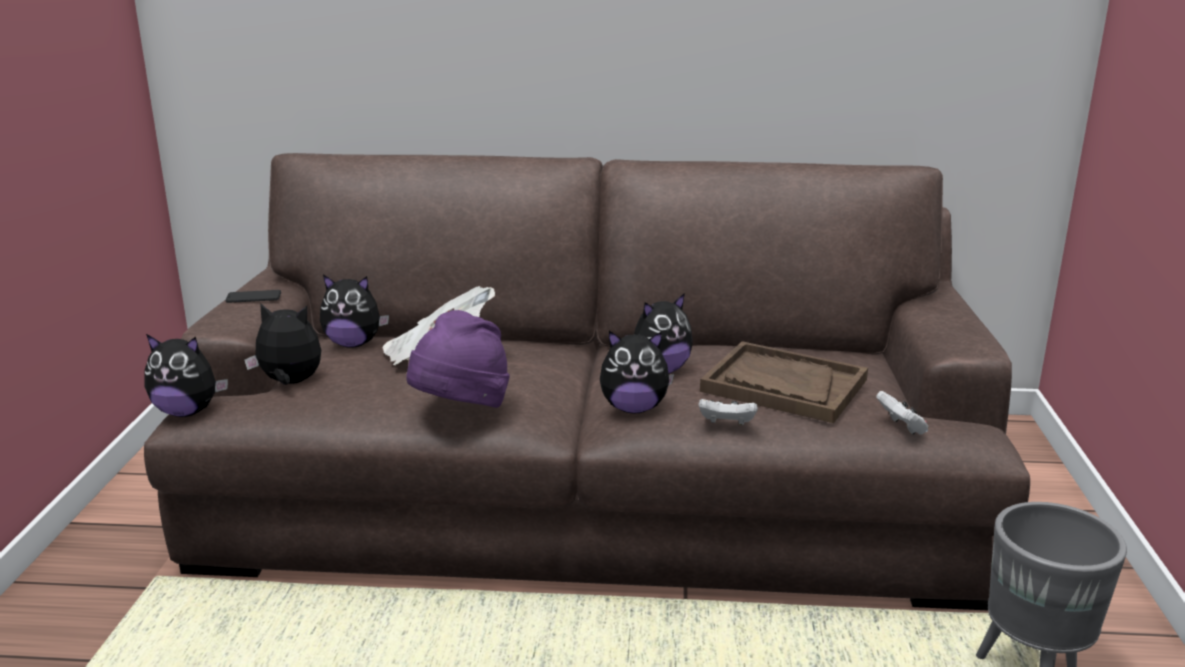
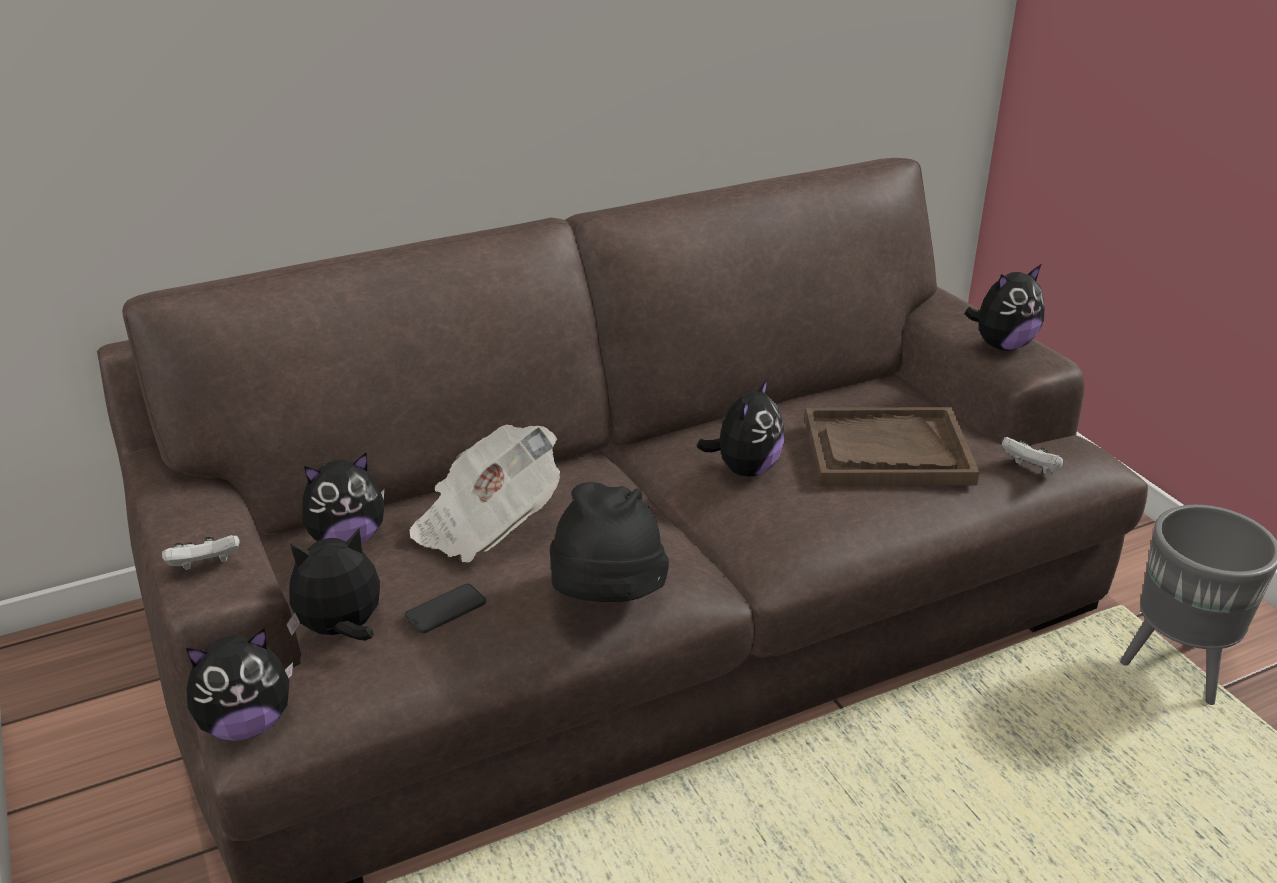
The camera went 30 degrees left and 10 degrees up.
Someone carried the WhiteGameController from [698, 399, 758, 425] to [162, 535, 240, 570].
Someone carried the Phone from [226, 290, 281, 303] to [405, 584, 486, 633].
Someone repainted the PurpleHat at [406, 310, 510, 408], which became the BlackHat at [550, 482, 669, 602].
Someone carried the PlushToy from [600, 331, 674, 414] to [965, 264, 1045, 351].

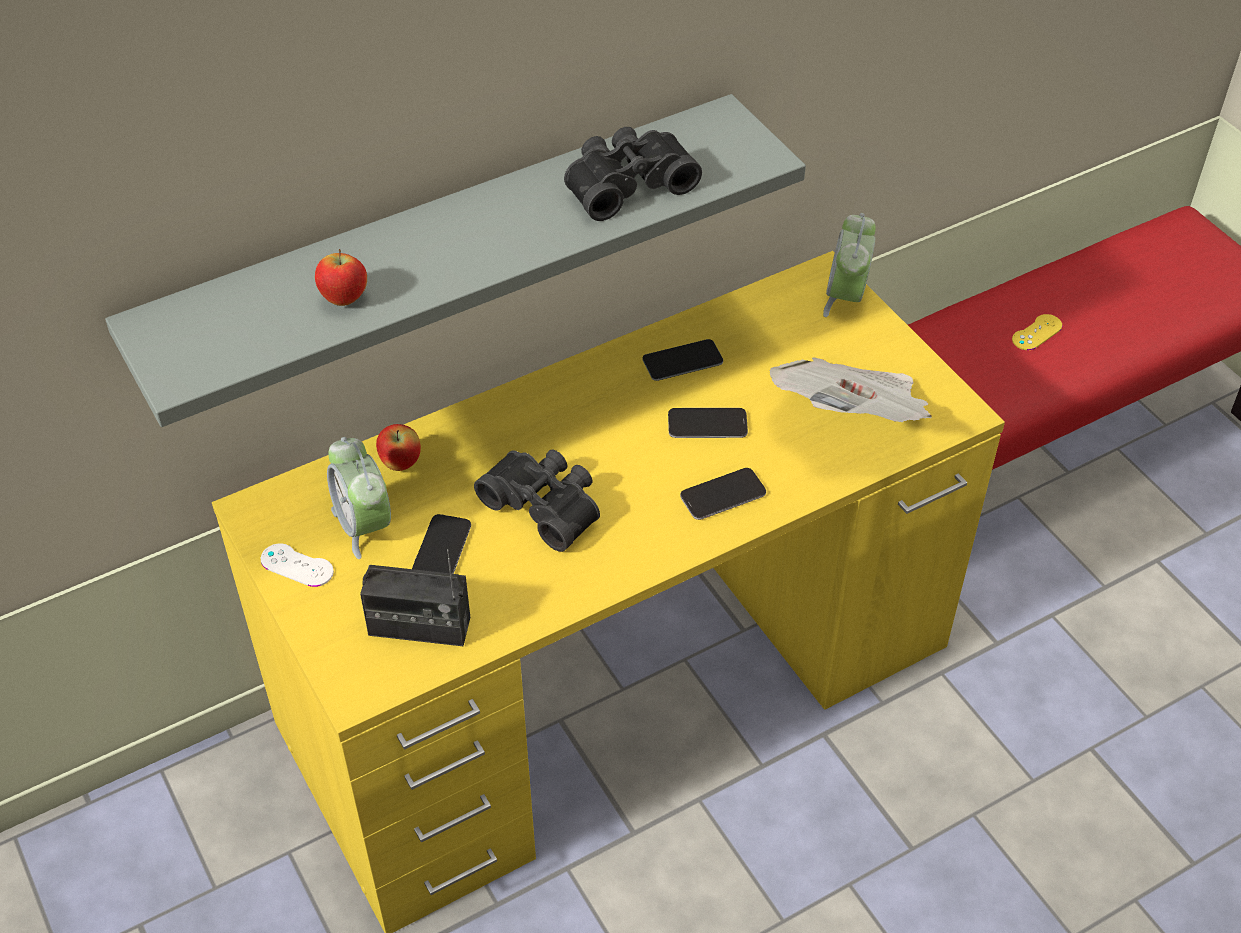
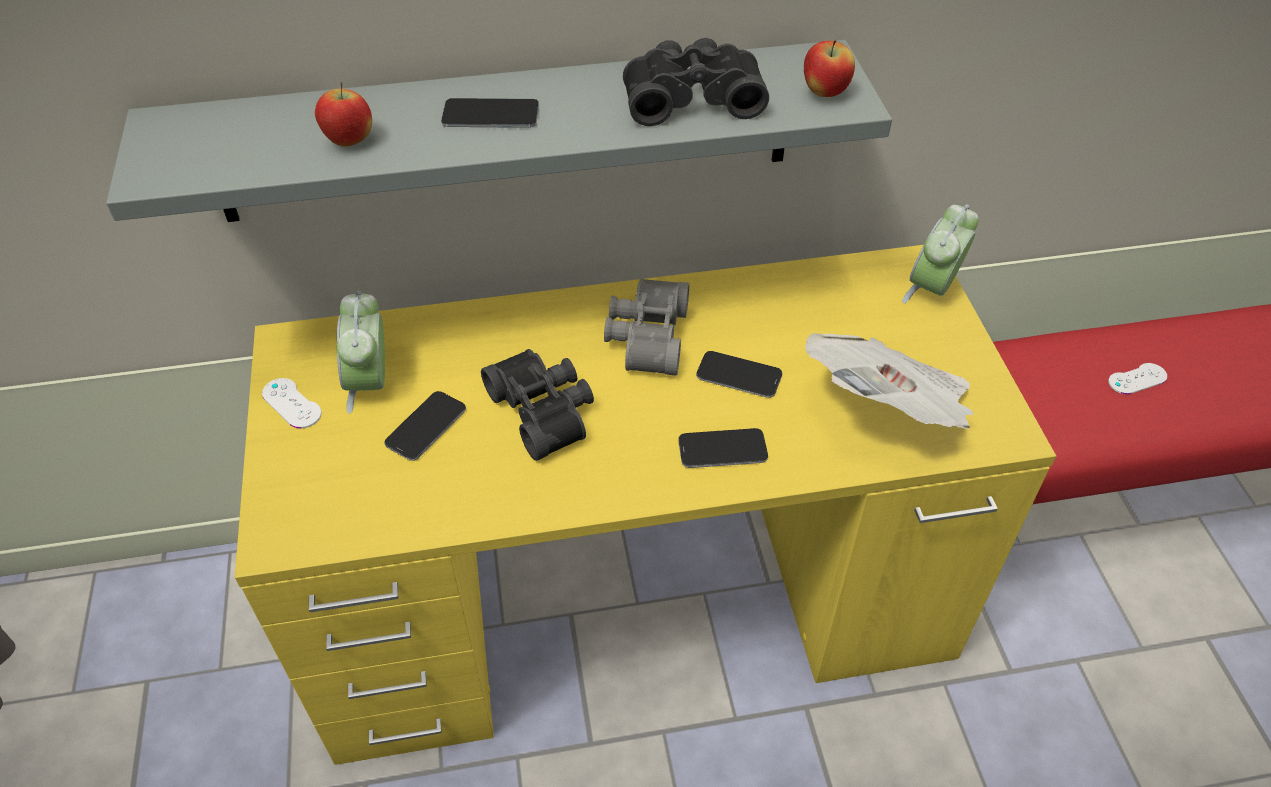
The camera went 20 degrees right and 0 degrees up.
Someone carried the Phone from [643, 339, 723, 381] to [441, 98, 539, 128].
Someone put down the GreyBinoculars at [604, 278, 689, 376].
Someone carried the Apple from [376, 424, 421, 471] to [804, 40, 855, 97].
Someone repainted the YellowGameController at [1012, 314, 1062, 350], which became the WhiteGameController at [1108, 363, 1167, 394].
Someone took away the Radio at [360, 549, 470, 646].

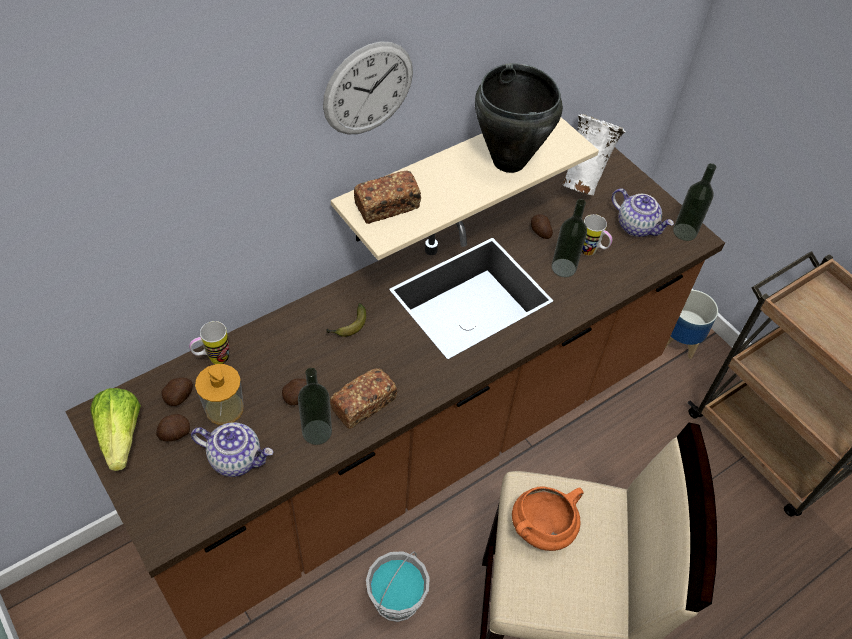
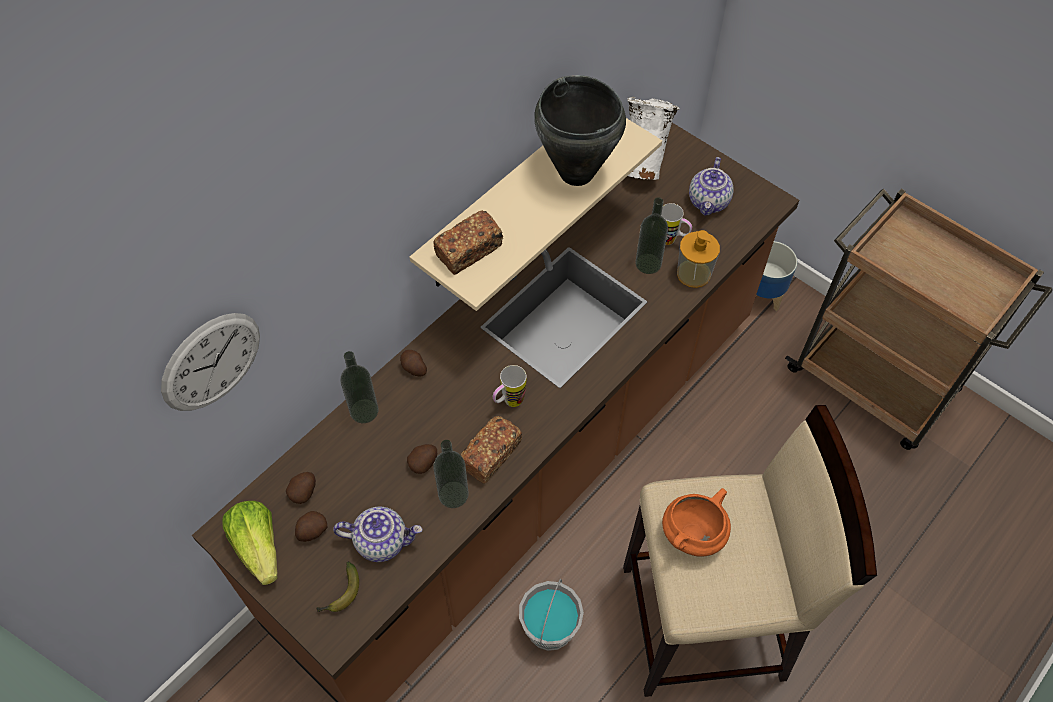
The camera went 10 degrees left and 5 degrees up.
Someone carried the WallClock from [323, 41, 413, 134] to [161, 313, 260, 411].
Someone carried the Banana from [326, 303, 366, 337] to [317, 562, 359, 612].
Someone carried the Bottle from [673, 163, 716, 241] to [340, 351, 379, 423].
Someone carried the Potato from [531, 214, 553, 239] to [400, 350, 427, 377].
Someone carried the Mug from [189, 321, 229, 364] to [493, 365, 527, 407].
Someone carried the SoapDispenser from [195, 364, 244, 425] to [677, 230, 720, 288].
Someone rotated the Teapot at [612, 188, 674, 237] by 75 degrees clockwise.

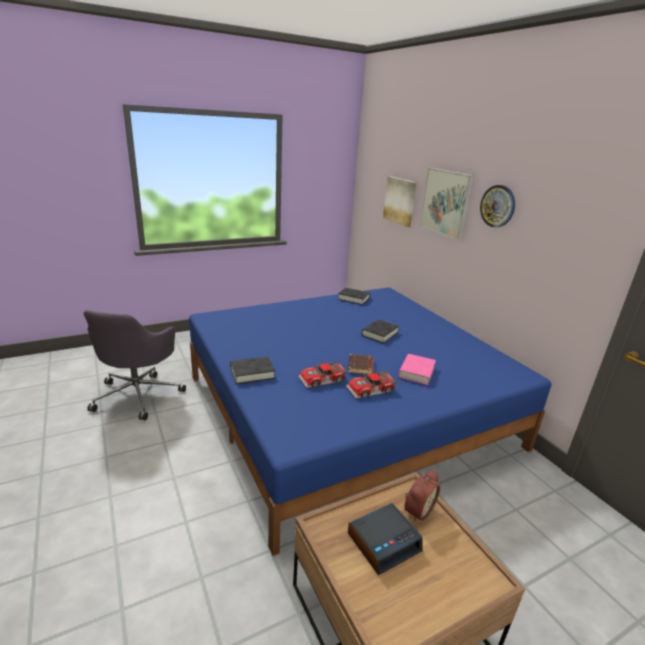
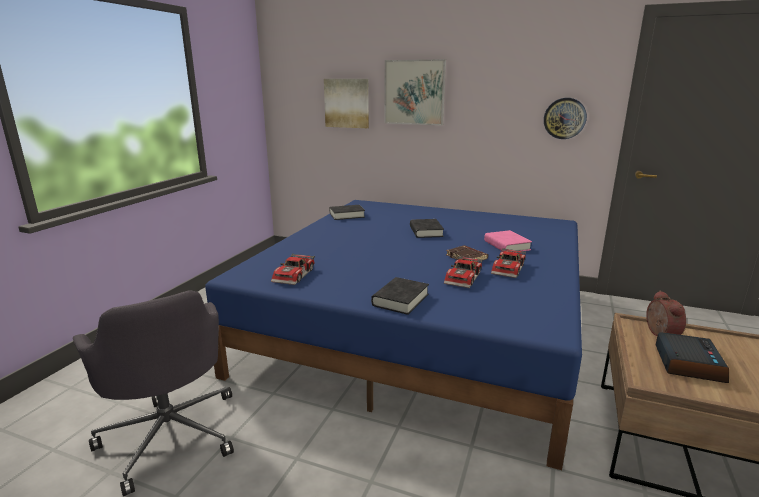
The camera went 40 degrees left and 5 degrees down.
Someone put down the ToyCar at [271, 253, 315, 285].
Someone carried the WallClock from [480, 185, 515, 227] to [544, 98, 587, 139].

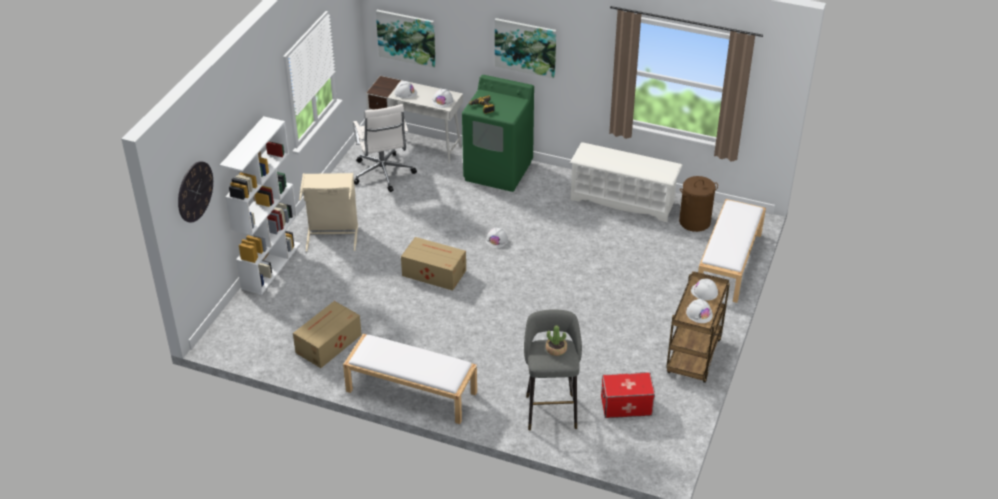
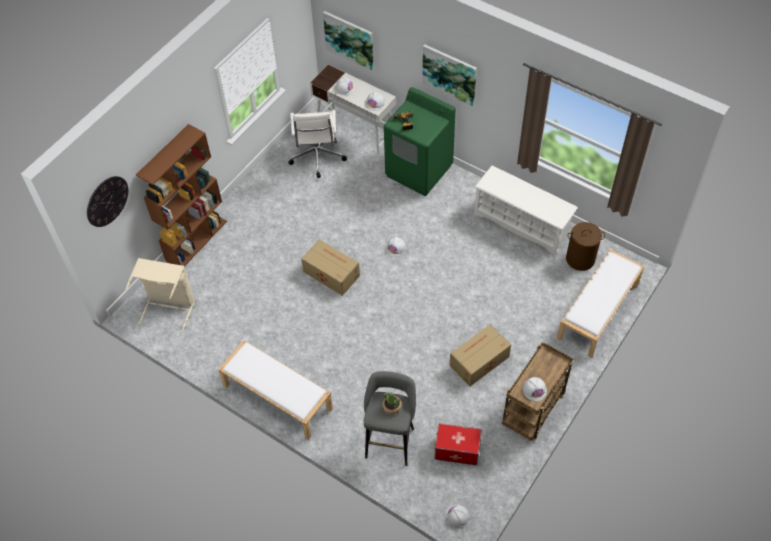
The camera went 15 degrees right and 15 degrees up.
Someone carried the BeigeLaundryBasket from [299, 173, 358, 252] to [125, 258, 195, 332].
Someone repainted the WhiteBookcase at [220, 116, 301, 295], which became the BrownBookcase at [136, 124, 227, 266].
Someone carried the WhiteHardHat from [691, 279, 718, 300] to [445, 504, 470, 528].
Someone carried the CardboardBox from [293, 301, 362, 368] to [449, 324, 511, 386].

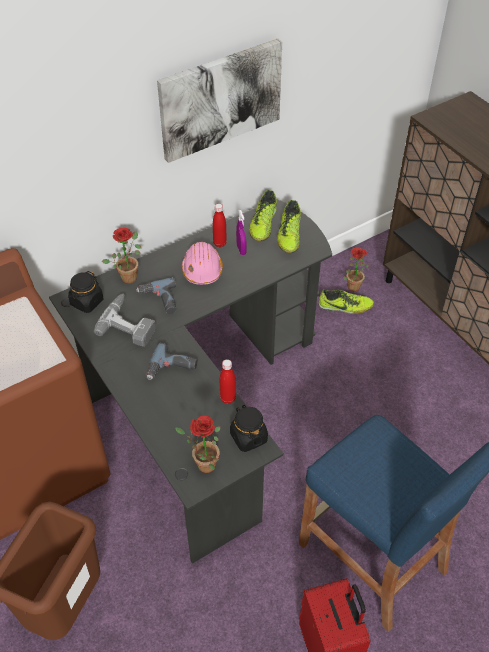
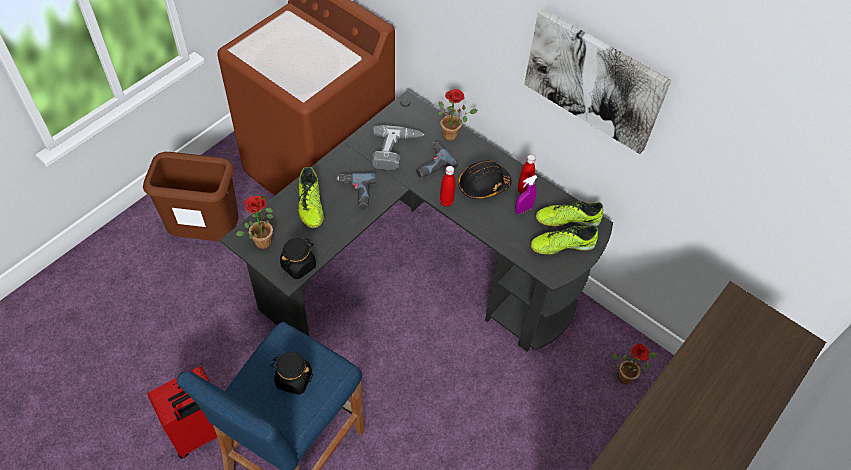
The camera went 70 degrees right and 5 degrees up.
Someone carried the BlackJar from [68, 271, 103, 313] to [270, 352, 313, 395].
Someone carried the Shoe from [319, 289, 374, 314] to [298, 167, 324, 228].
Someone carried the RedBottle from [220, 359, 236, 404] to [440, 166, 456, 207].
Someone repainted the PinkHardHat at [182, 242, 223, 285], which became the BlackHardHat at [458, 160, 511, 199].

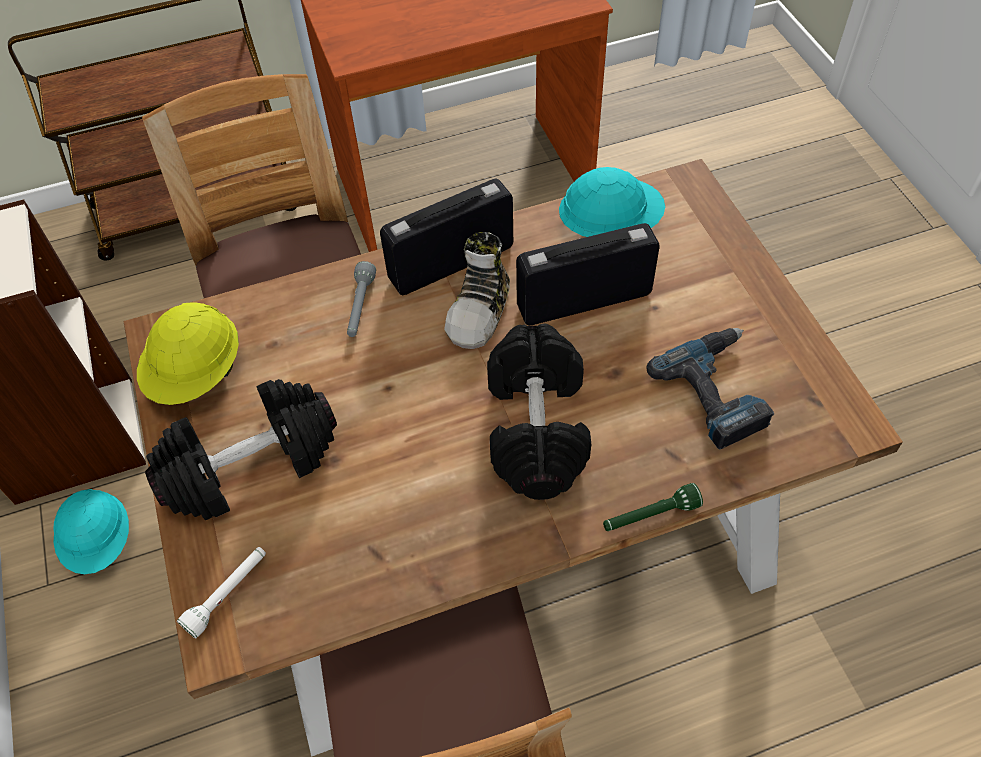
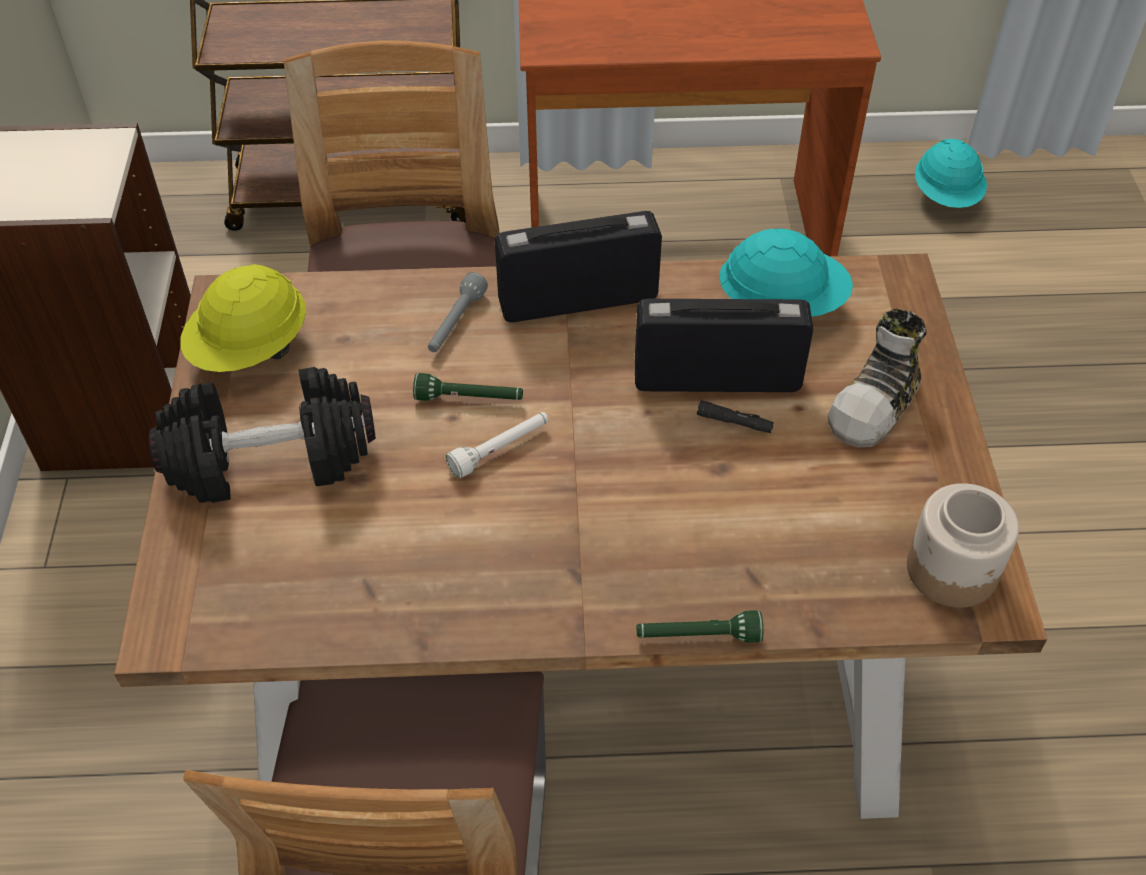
The camera went 15 degrees right and 5 degrees down.
Someone put down the GreenFlashlight at [413, 373, 523, 401].
Someone carried the WhiteFlashlight from [177, 547, 266, 639] to [446, 412, 549, 479].
Someone put down the BlackFlashlight at [697, 400, 774, 433].
Someone carried the Shoe from [444, 232, 510, 349] to [828, 309, 926, 447].
Someone put down the Jar at [907, 483, 1019, 608].
Someone carried the TurquoiseHardHat from [53, 489, 129, 574] to [915, 139, 987, 208].
Someone took away the BlackDumbbell at [487, 323, 591, 500].
Someone took away the PowerDrill at [646, 328, 774, 449].

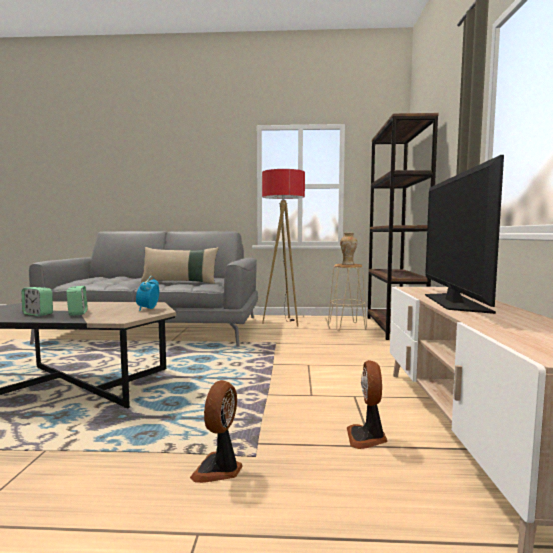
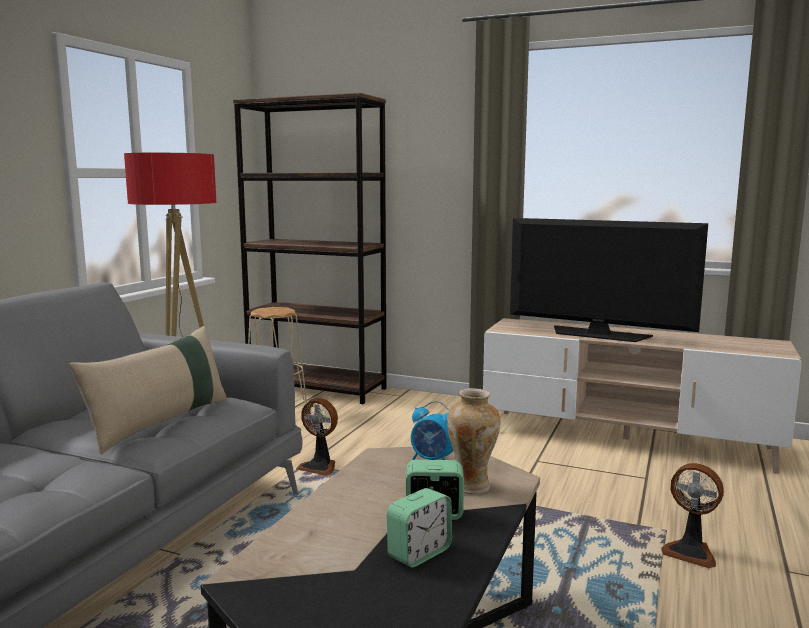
The camera went 70 degrees left and 5 degrees up.
Someone carried the Fan from [347, 360, 388, 449] to [296, 398, 338, 475].
Someone carried the Vase from [340, 233, 357, 265] to [447, 388, 501, 494].

